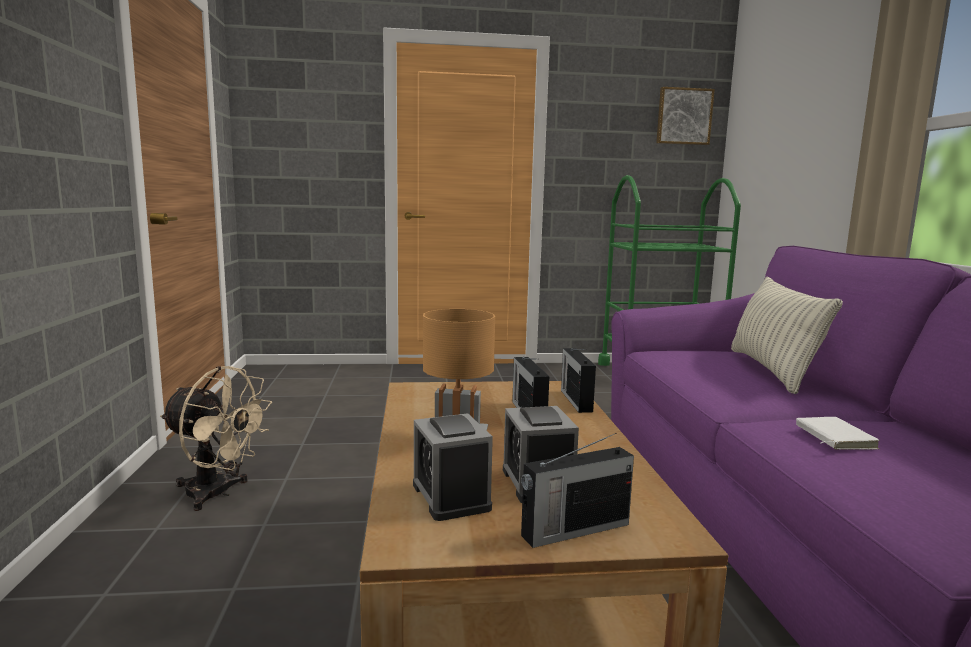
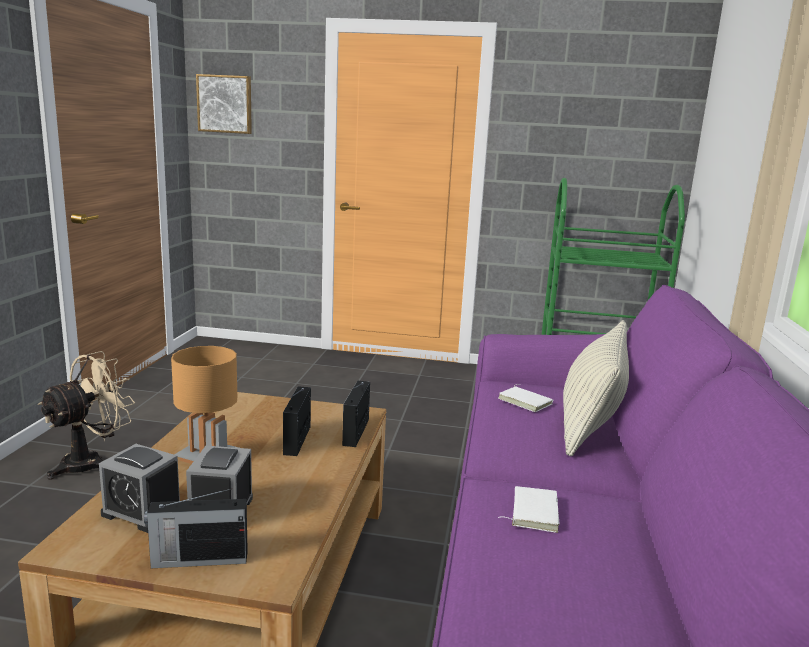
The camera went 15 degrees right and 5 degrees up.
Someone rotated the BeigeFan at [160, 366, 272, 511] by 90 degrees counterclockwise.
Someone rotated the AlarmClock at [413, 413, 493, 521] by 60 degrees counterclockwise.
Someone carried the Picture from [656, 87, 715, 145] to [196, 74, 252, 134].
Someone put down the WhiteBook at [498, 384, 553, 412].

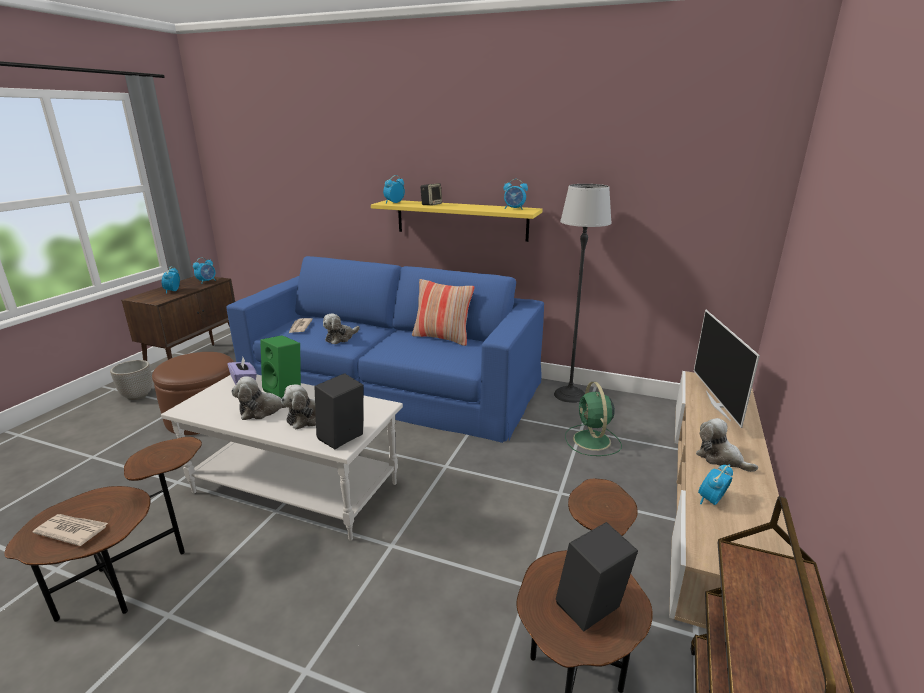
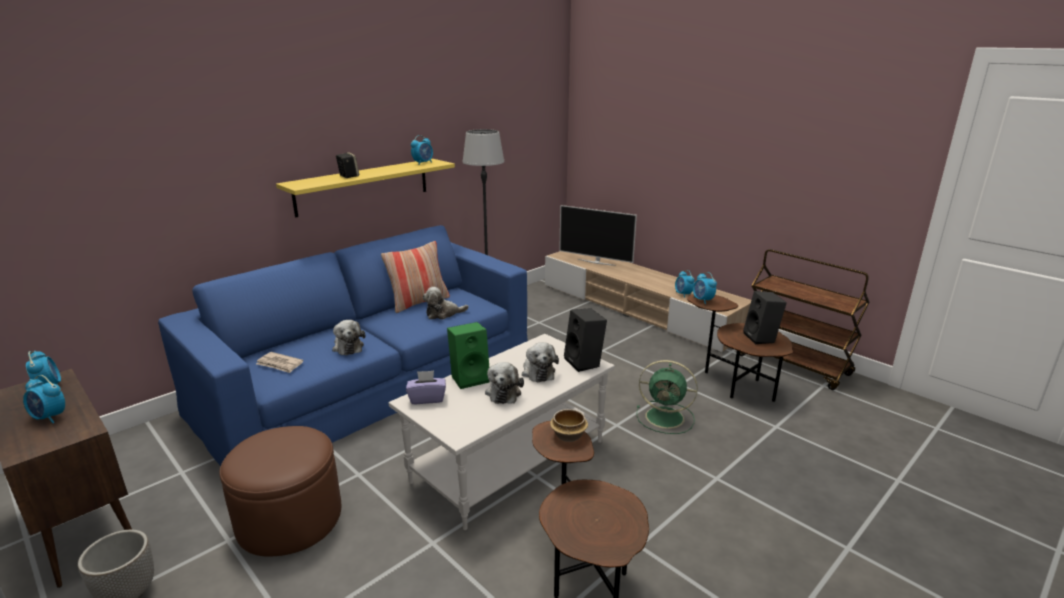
The camera went 65 degrees left and 0 degrees up.
Someone carried the PlushToy from [696, 418, 758, 472] to [423, 287, 469, 319].
Someone put down the Bowl at [550, 409, 588, 442].
Someone carried the GreenFan from [565, 382, 622, 456] to [637, 360, 698, 434].
Someone carried the AlarmClock from [383, 175, 405, 204] to [693, 272, 717, 304].
Someone took away the Newspaper at [33, 514, 108, 546].

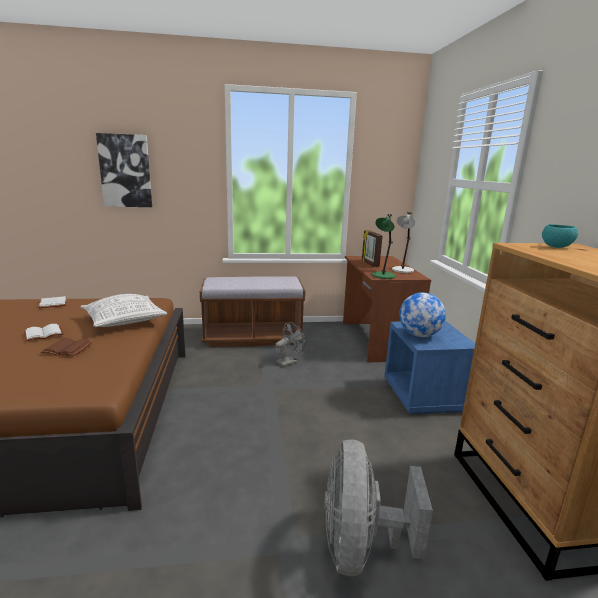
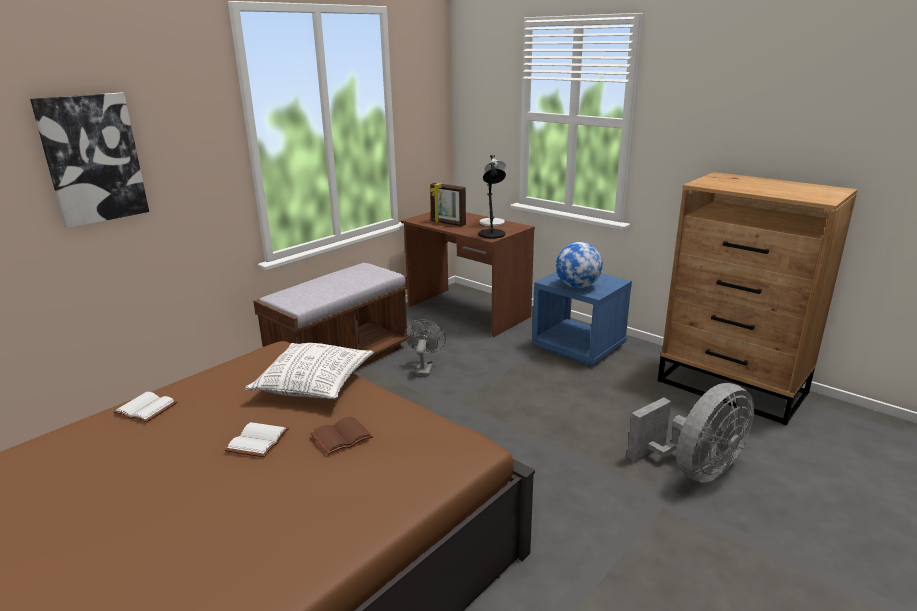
The camera went 40 degrees left and 5 degrees up.
Someone repainted the GreenTableLamp at [372, 214, 395, 279], which became the BlackTableLamp at [478, 163, 506, 239].
Someone rotated the GreyFan at [324, 440, 433, 576] by 90 degrees counterclockwise.
Someone took away the TurquoiseBowl at [542, 224, 578, 248].

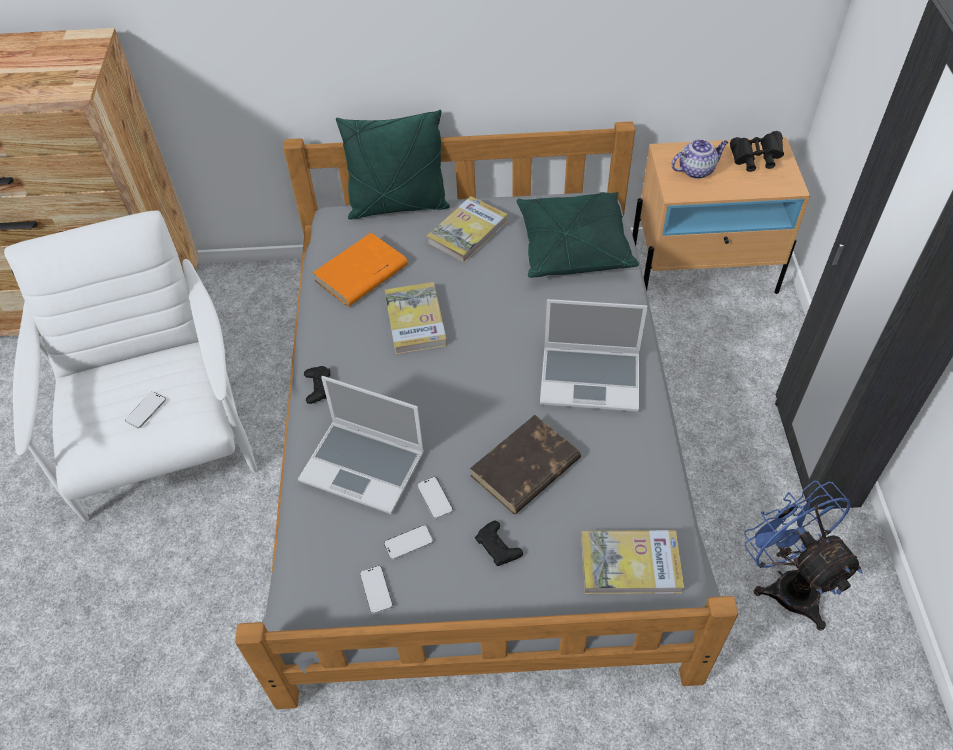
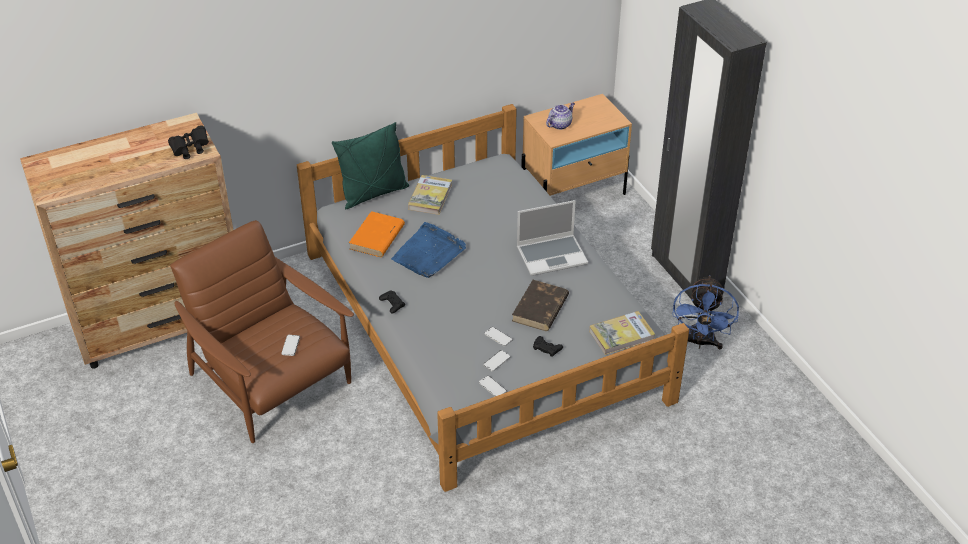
The camera went 25 degrees left and 10 degrees down.
Someone carried the BlackBinoculars from [730, 131, 784, 172] to [168, 125, 209, 159].
Someone repainted the WhiteArmchair at [4, 211, 257, 522], which became the BrownArmchair at [170, 220, 354, 443].
Someone swapped the Book at [385, 282, 447, 354] for the BlueTray at [391, 222, 466, 278].
Someone rotated the BlueFan at [744, 480, 862, 631] by 120 degrees counterclockwise.
Someone took away the Laptop at [298, 376, 424, 514].
Someone took away the GreenPillow at [517, 192, 639, 278].

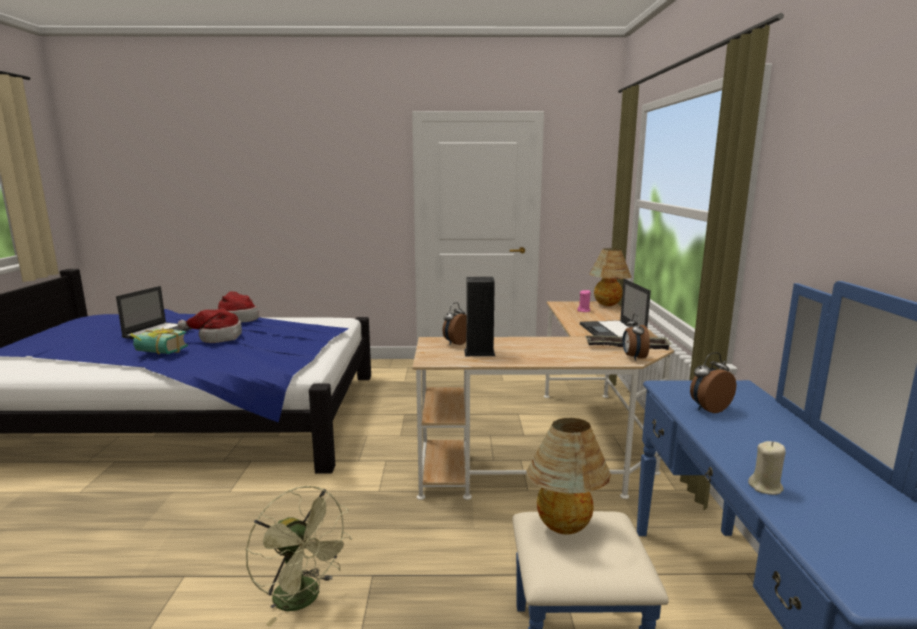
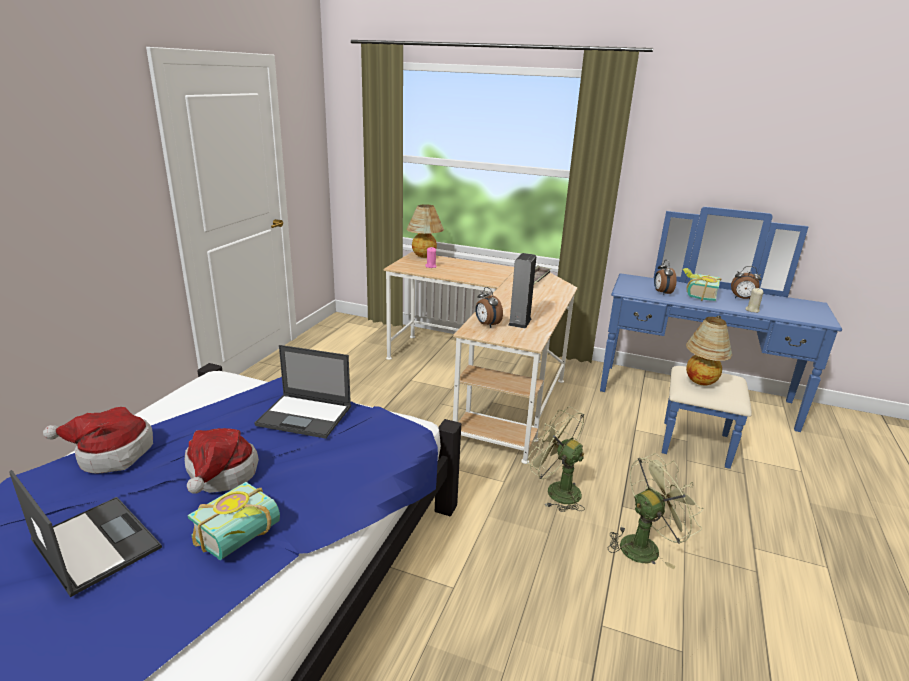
The camera went 70 degrees left and 10 degrees up.
Someone carried the Laptop from [580, 279, 651, 337] to [254, 345, 351, 439].
Someone put down the GreenFan at [527, 406, 585, 512].
Someone put down the Book at [683, 268, 721, 301].
Someone carried the AlarmClock from [623, 314, 650, 361] to [731, 266, 761, 300].

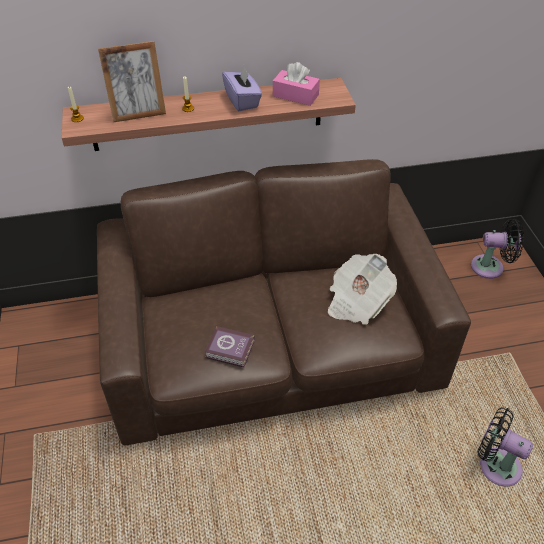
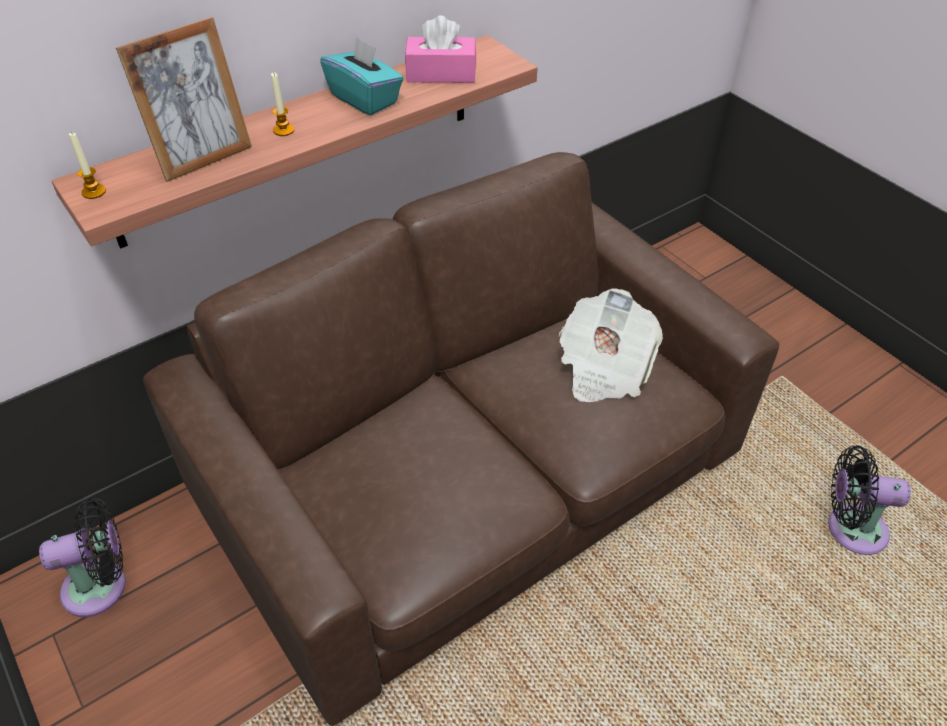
The camera went 25 degrees left and 0 degrees up.
Someone carried the BlackFan from [471, 219, 524, 279] to [39, 498, 126, 617].
Someone repainted the PurpleTissueBox at [222, 65, 262, 111], which became the TurquoiseTissueBox at [320, 36, 404, 116].
Someone took away the Book at [205, 326, 255, 367].

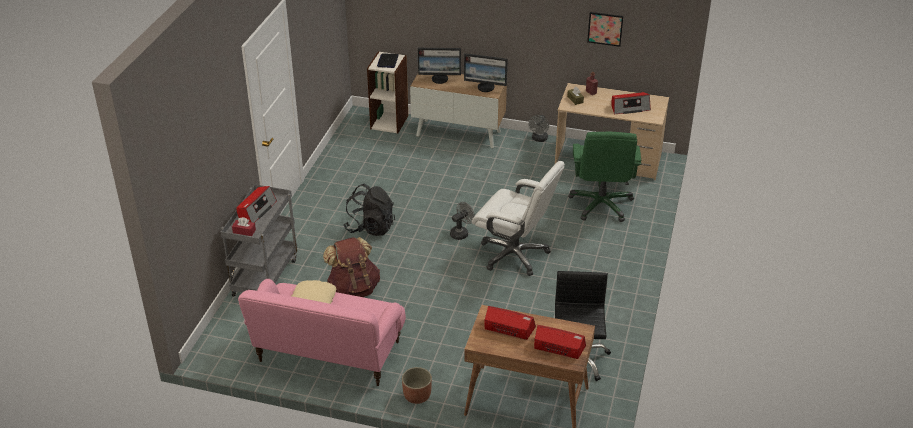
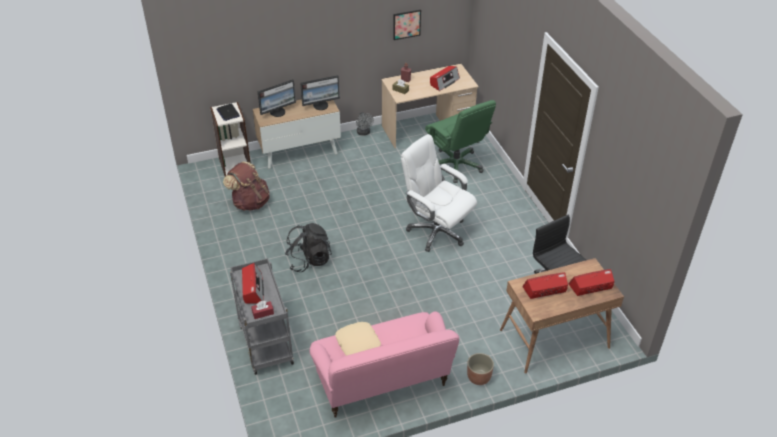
The camera went 35 degrees left and 5 degrees up.
Someone carried the BrownBackpack from [323, 237, 380, 297] to [223, 161, 270, 211].
Someone rotated the WhiteOfficeChair at [472, 161, 565, 276] by 135 degrees counterclockwise.
Someone took away the GreyFan at [450, 202, 475, 240].

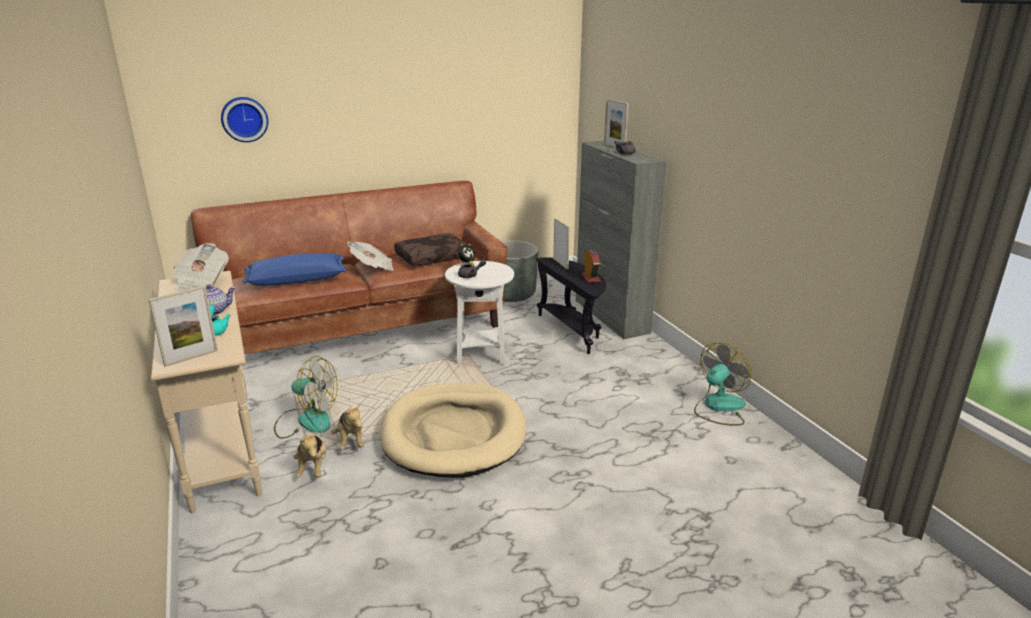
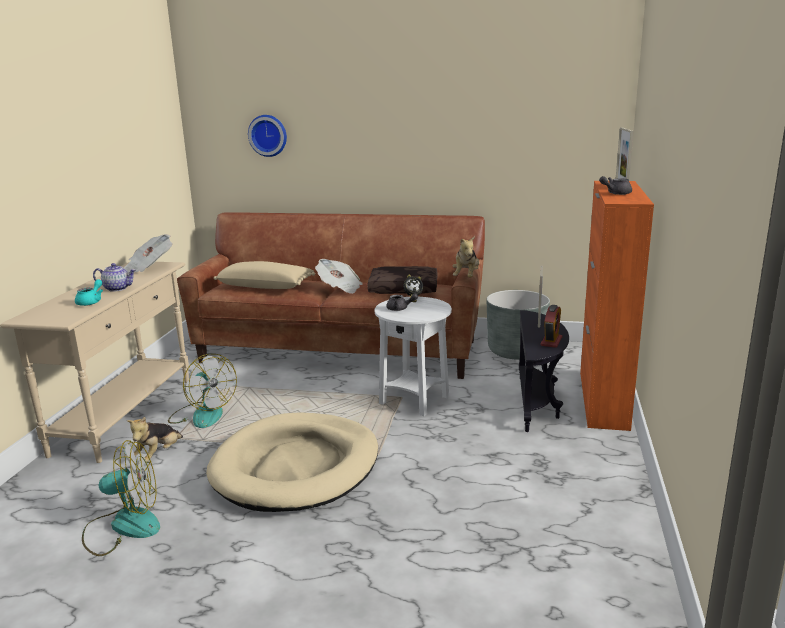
The camera went 35 degrees right and 5 degrees down.
Someone carried the Fan from [694, 343, 751, 426] to [82, 440, 160, 556].
Someone repainted the BluePillow at [243, 253, 346, 286], which became the BeigePillow at [214, 261, 315, 289].
Someone carried the PlushToy from [331, 403, 364, 450] to [453, 236, 479, 278].
Someone repainted the GreyCabinet at [576, 141, 667, 339], which became the OrangeCabinet at [580, 181, 654, 431].
Someone took away the PictureFrame at [148, 286, 218, 367].

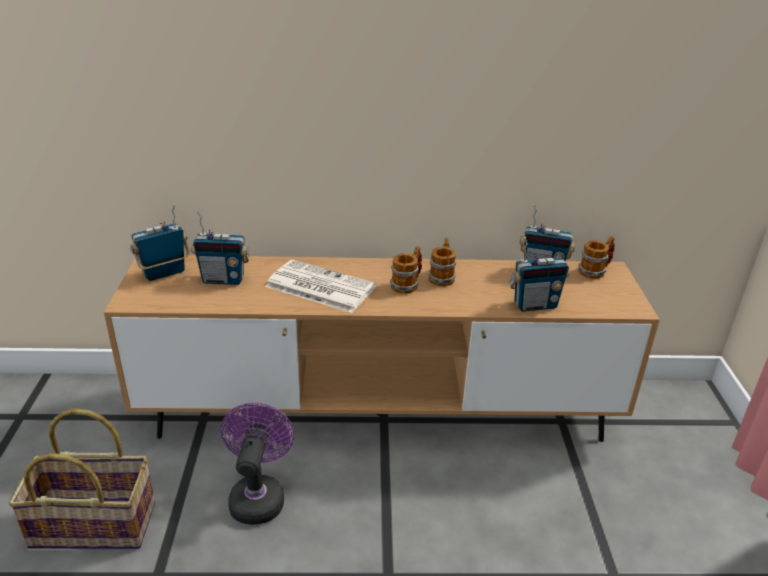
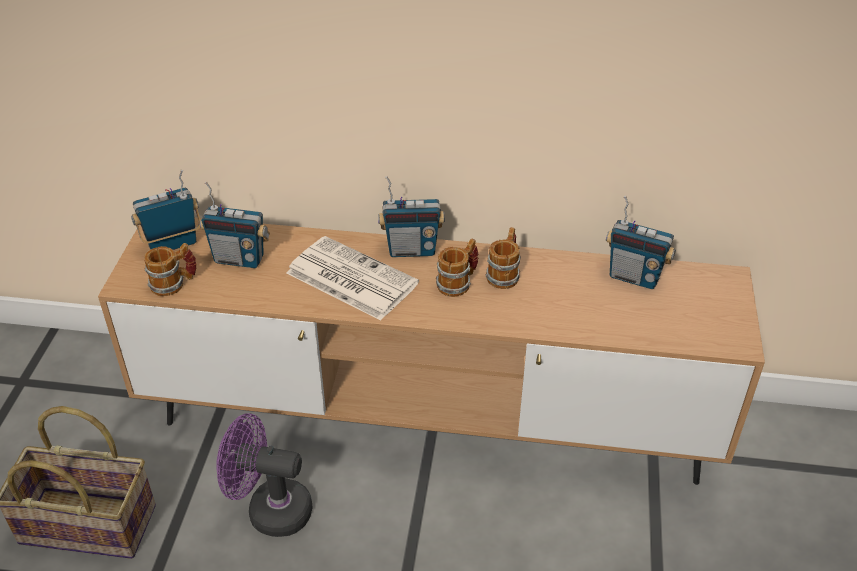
The camera went 10 degrees right and 10 degrees up.
Someone carried the Mug from [578, 236, 615, 279] to [144, 243, 197, 296].
Someone rotated the PurpleFan at [221, 403, 294, 525] by 90 degrees counterclockwise.
Someone carried the Radio from [509, 237, 569, 312] to [378, 176, 445, 257].

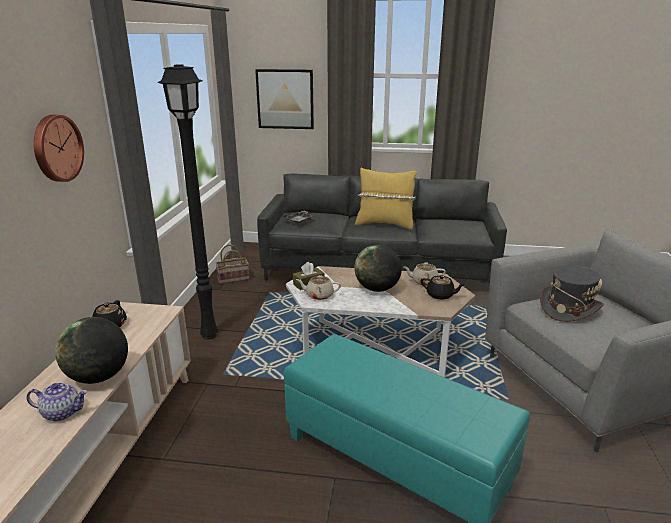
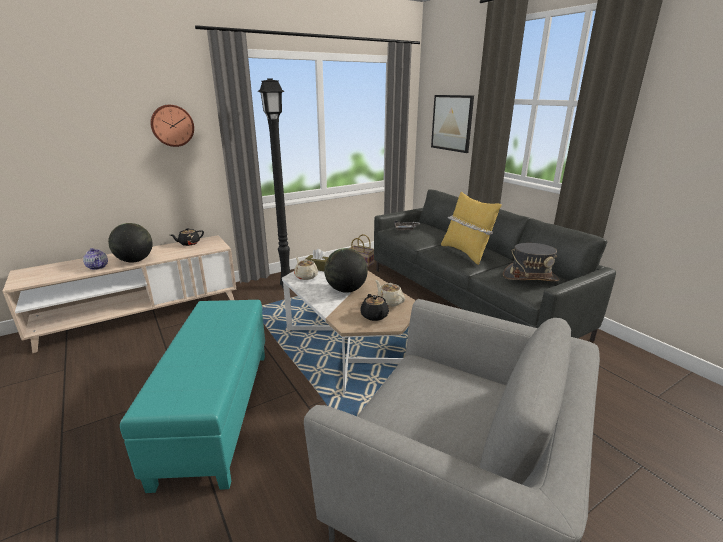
The camera went 50 degrees right and 0 degrees up.
Someone carried the GreyHat from [540, 265, 604, 322] to [503, 243, 559, 281].

